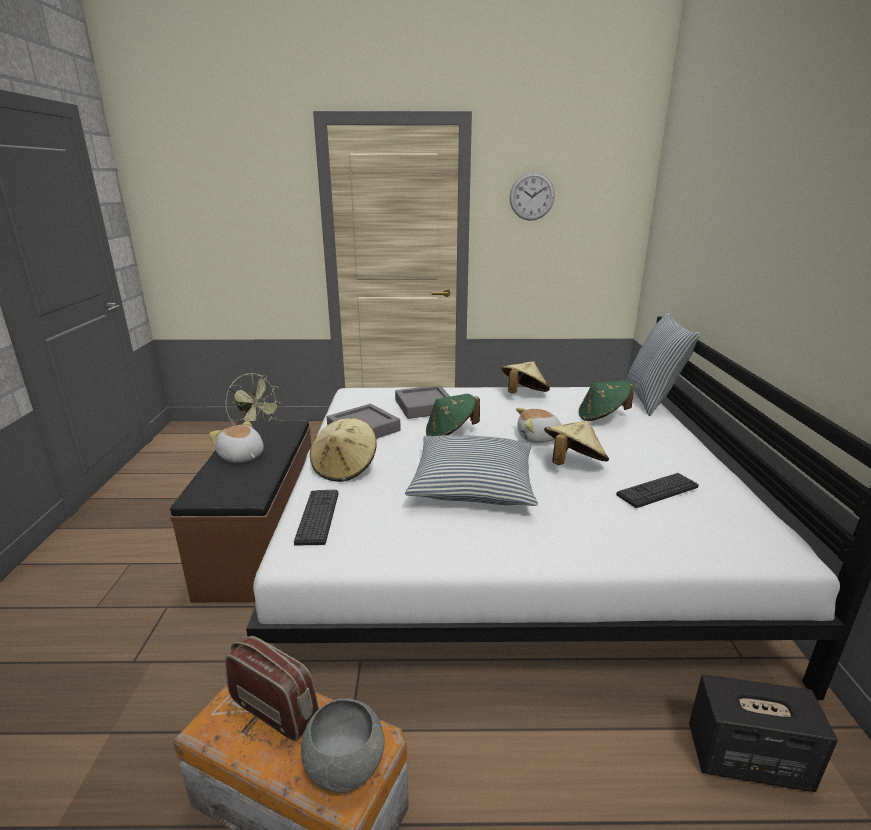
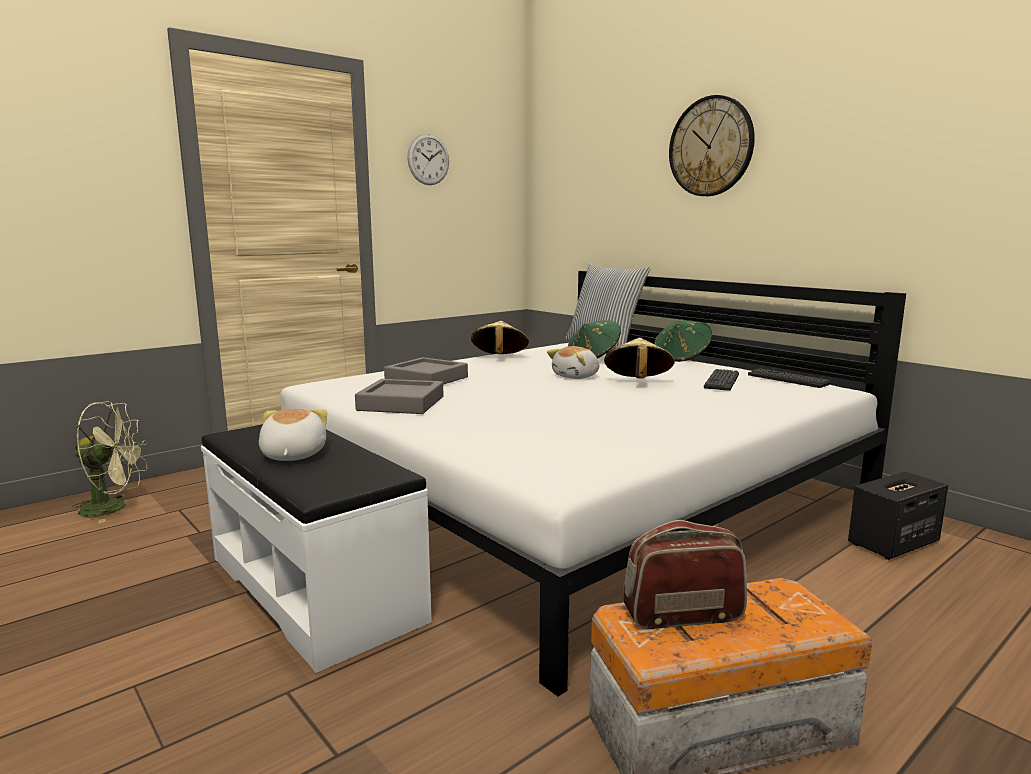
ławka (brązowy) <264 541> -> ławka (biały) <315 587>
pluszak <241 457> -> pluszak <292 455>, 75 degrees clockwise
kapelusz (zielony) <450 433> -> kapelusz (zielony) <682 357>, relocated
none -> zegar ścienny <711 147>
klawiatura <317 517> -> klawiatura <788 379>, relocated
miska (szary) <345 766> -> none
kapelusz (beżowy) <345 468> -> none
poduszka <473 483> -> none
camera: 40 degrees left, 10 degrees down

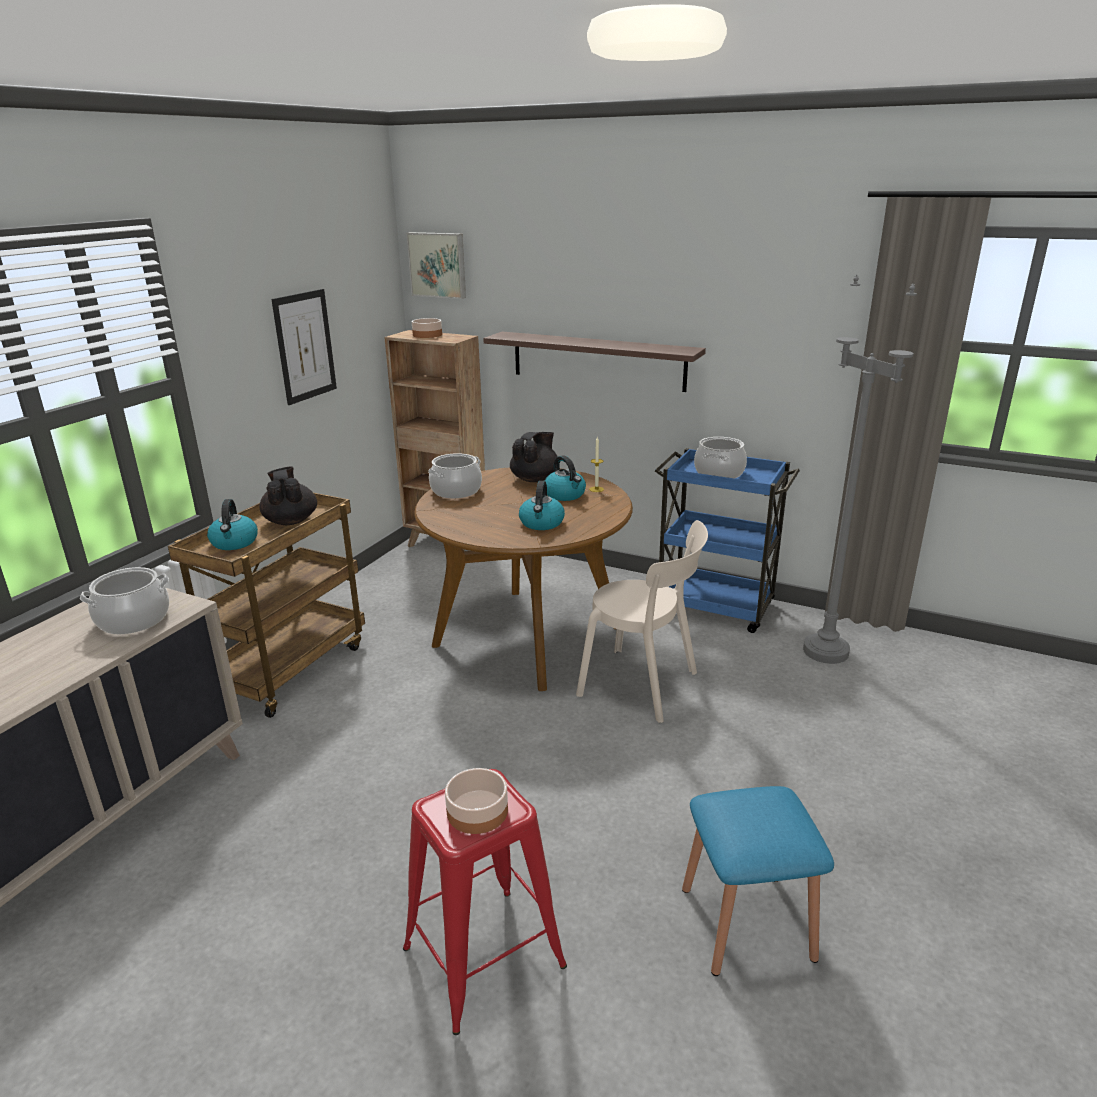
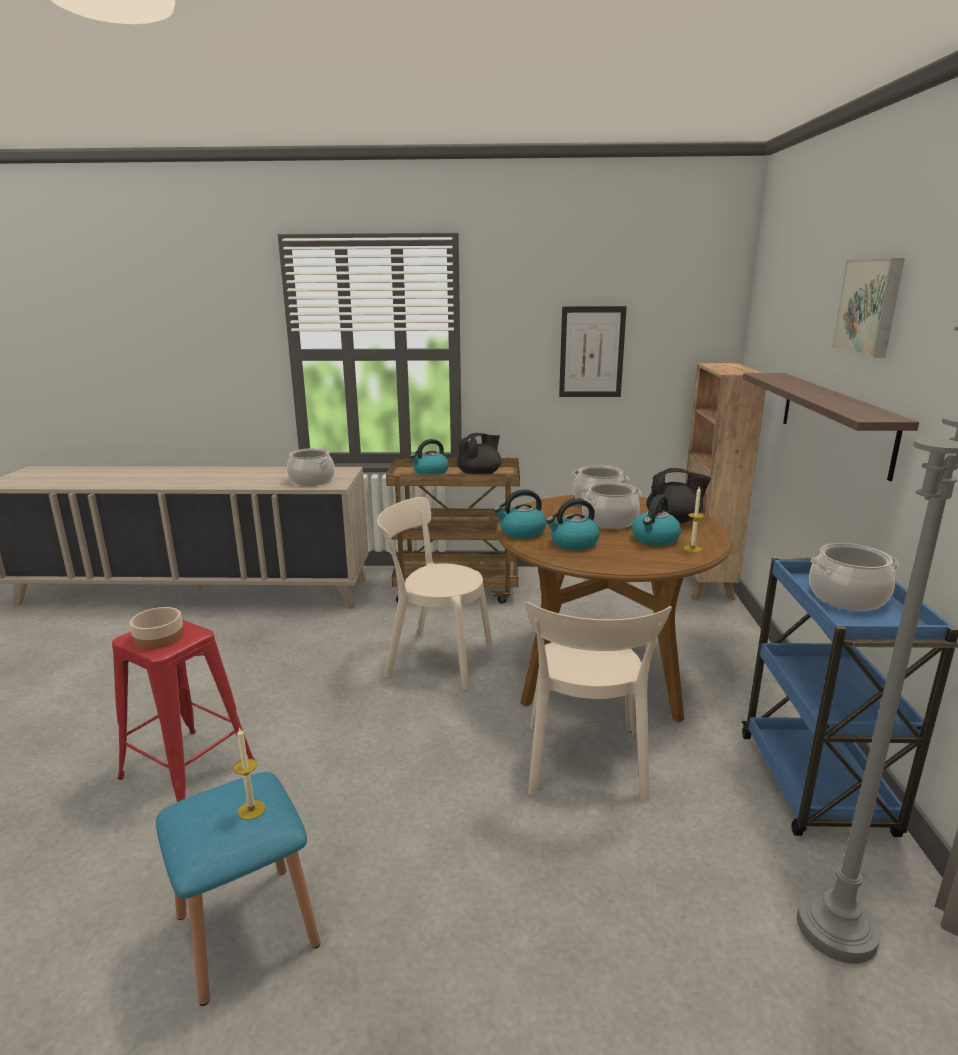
none -> świeca <251 810>
none -> krzesło (beżowy) <434 659>
none -> czajnik <521 532>
none -> garnek <609 521>
obraz <438 265> -> obraz <870 306>, relocated
miska <427 335> -> none
camera: 65 degrees right, 5 degrees down

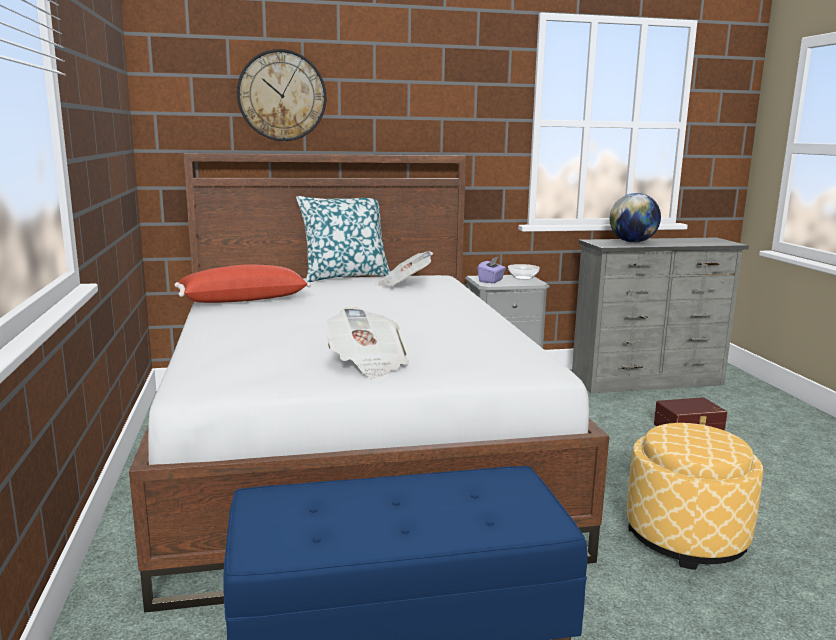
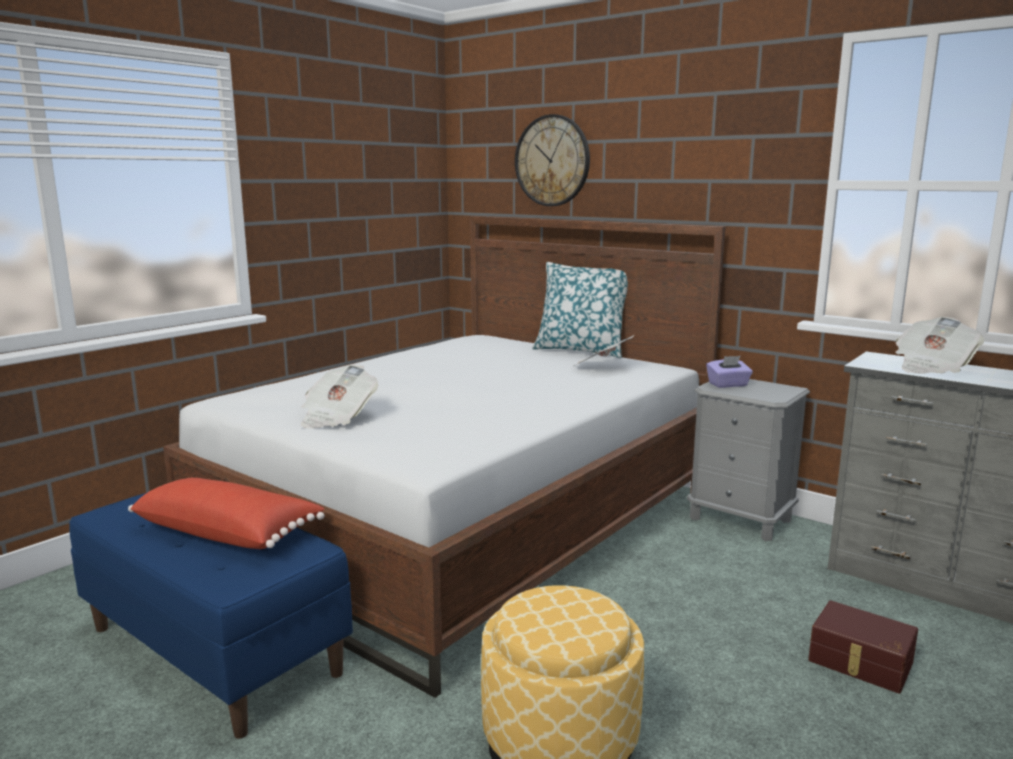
poduszka (czerwony) <243 299> -> poduszka (czerwony) <229 532>, relocated
globus <632 242> -> gazeta <932 367>
miska <522 278> -> none
camera: 50 degrees right, 0 degrees up

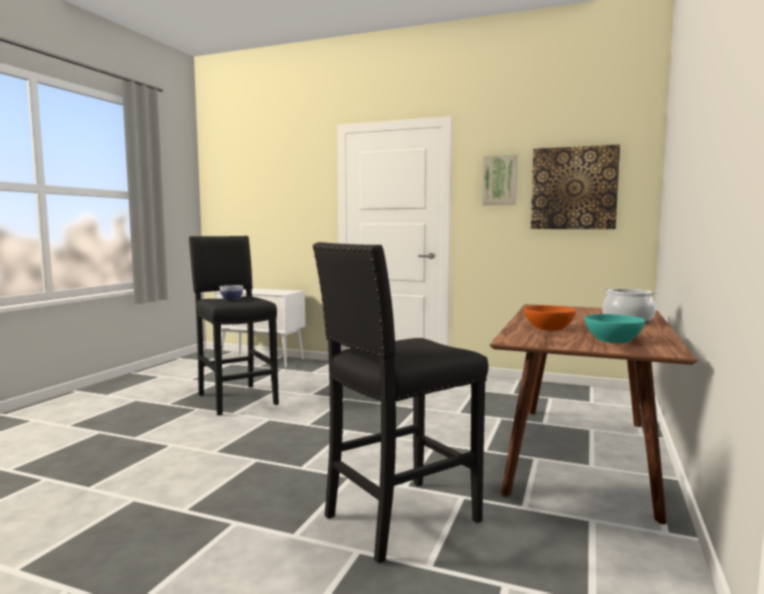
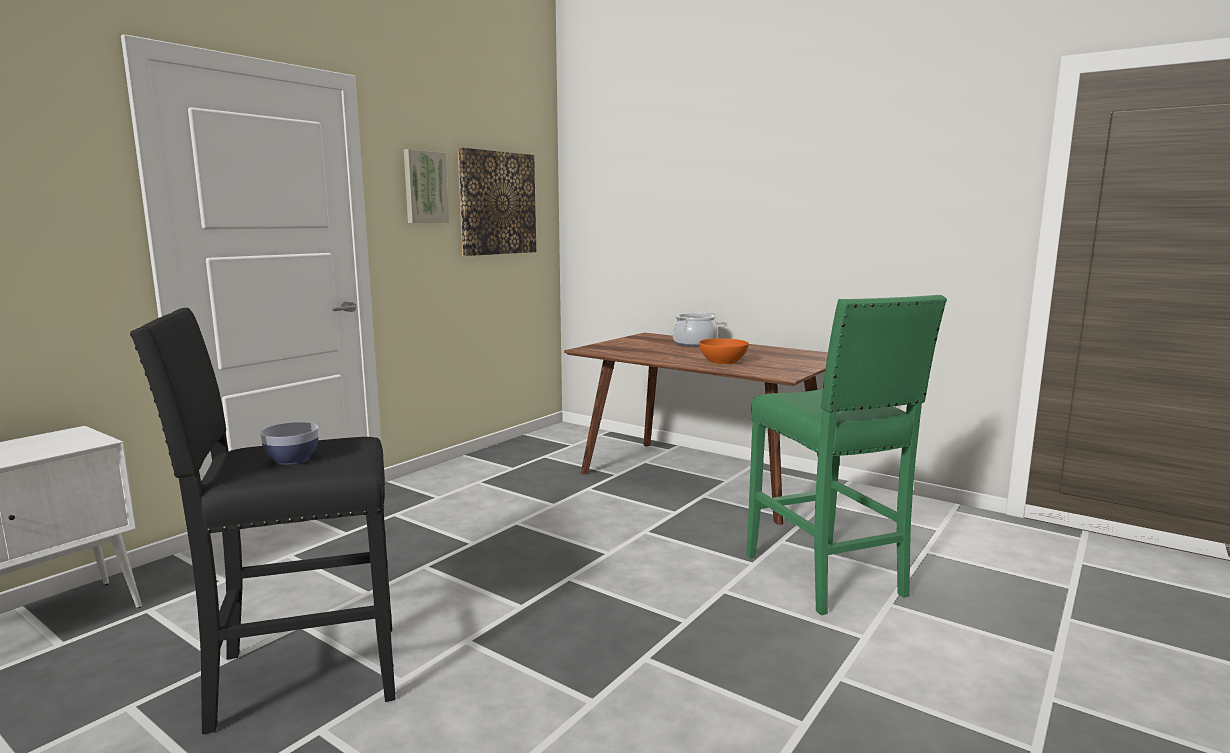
stołek (czarny) <398 519> -> stołek (zielony) <826 576>
miska (turkusowy) <613 340> -> none
camera: 75 degrees left, 5 degrees up

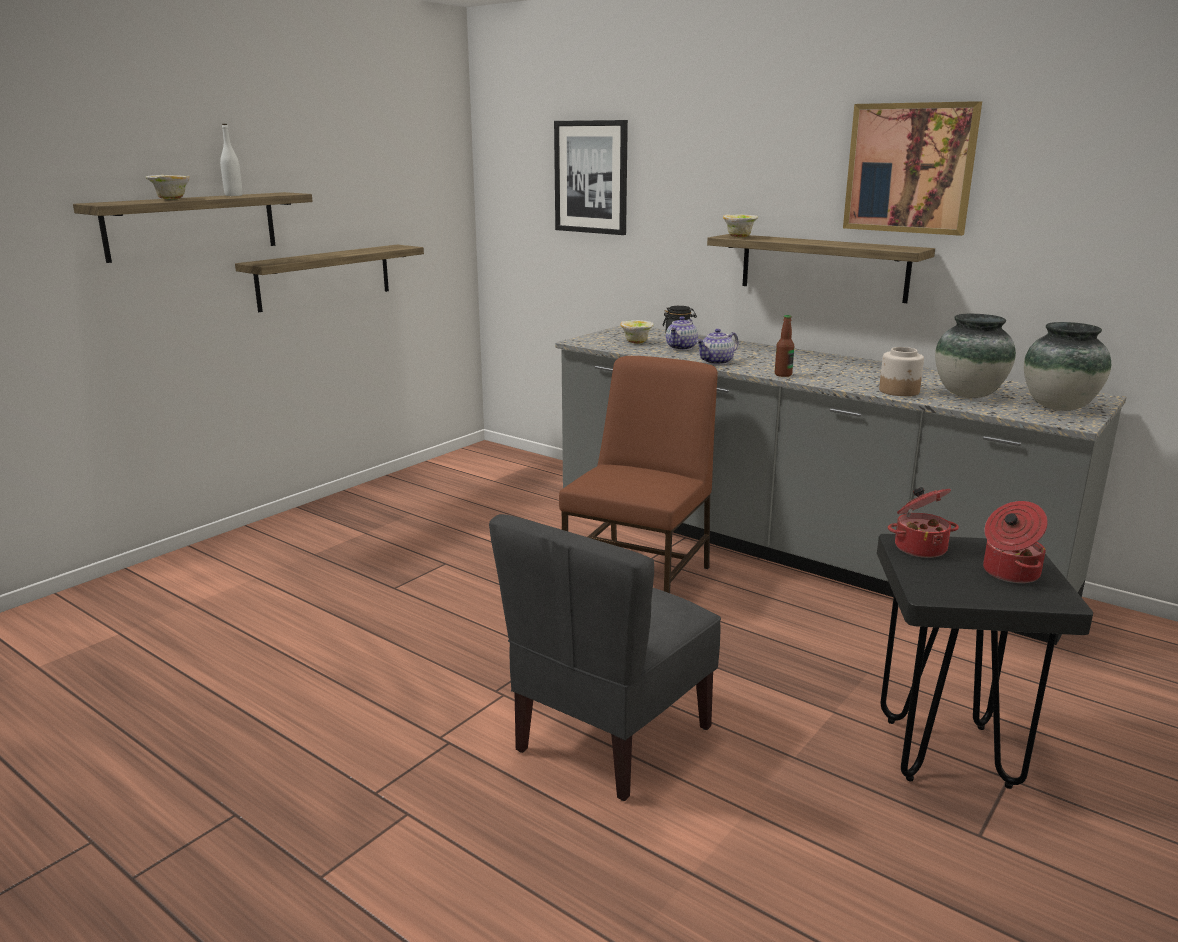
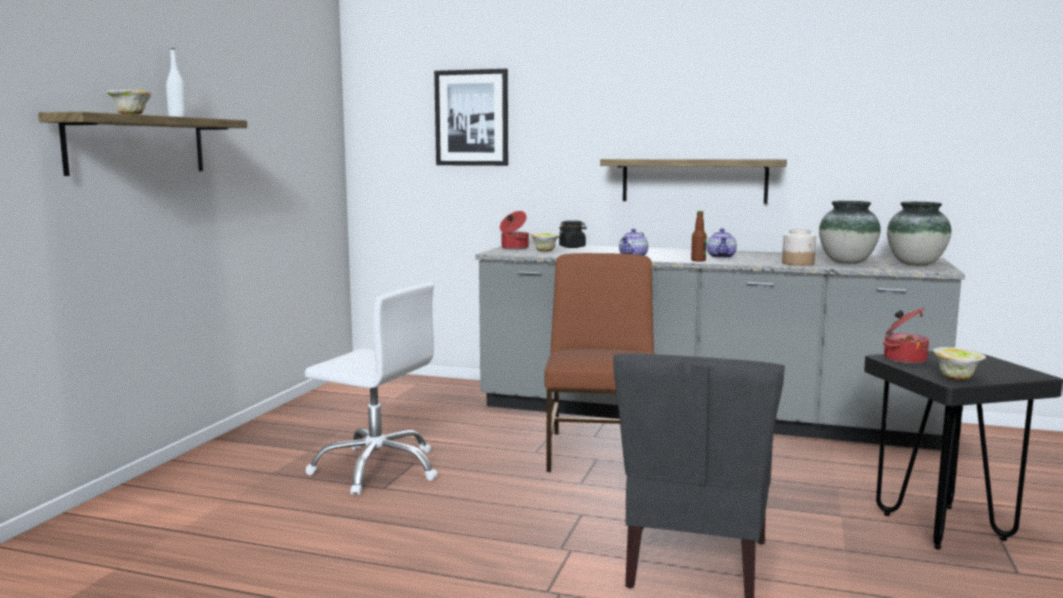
none -> krzesło biurowe (biały) <377 468>
garnek <1009 573> -> garnek <514 248>, relocated
imbryk <682 348> -> imbryk <722 257>, relocated
miska <739 237> -> miska <956 378>, relocated
półka <324 277> -> none
obraz <910 168> -> none
camera: 20 degrees left, 10 degrees down

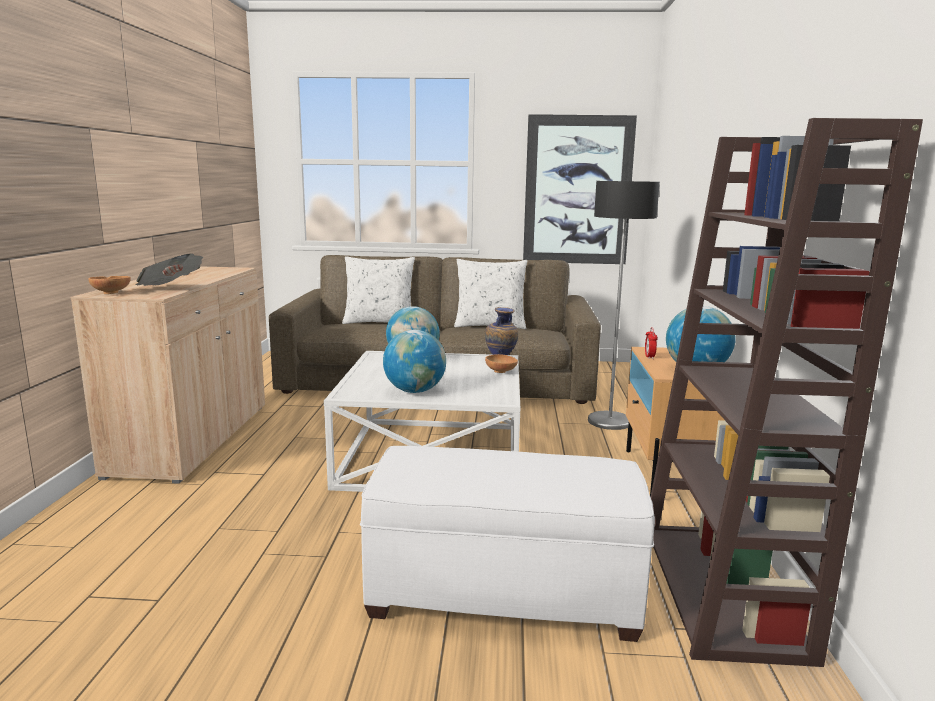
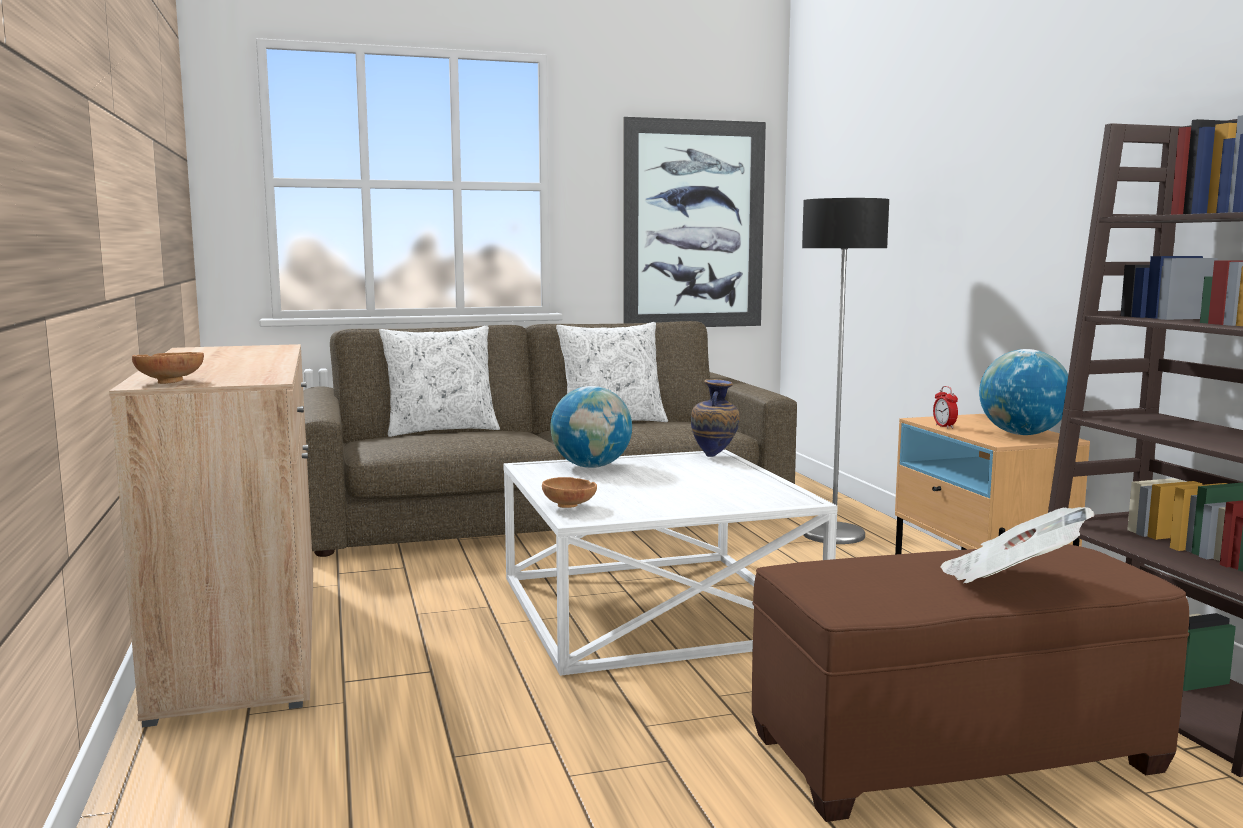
miska (brązowy) <501 372> -> miska (brązowy) <570 506>, relocated
pufa (biały) <502 593> -> pufa (brązowy) <953 754>
gazeta <171 288> -> gazeta <1010 580>, relocated
globus <415 391> -> none
camera: 20 degrees left, 5 degrees down

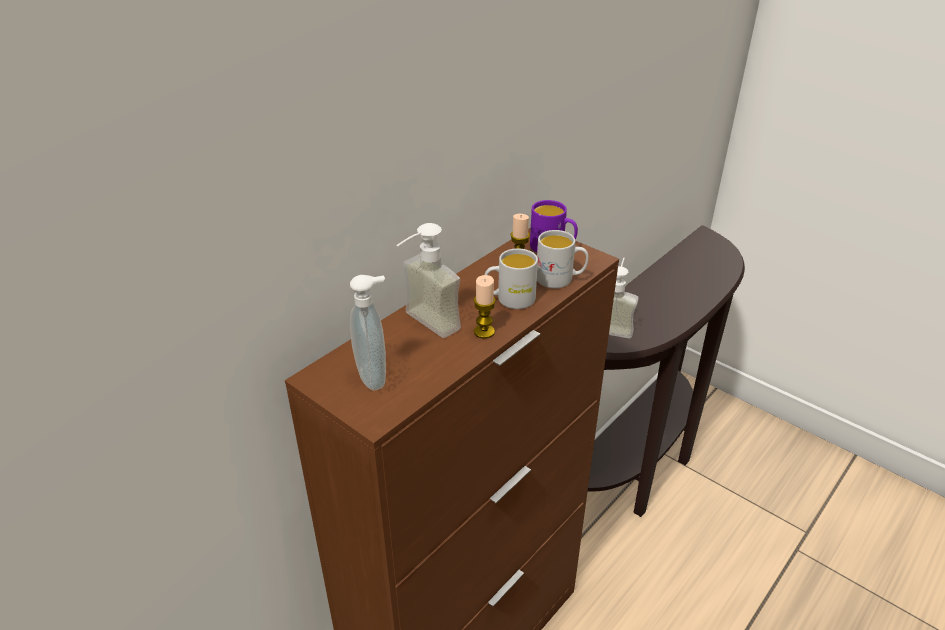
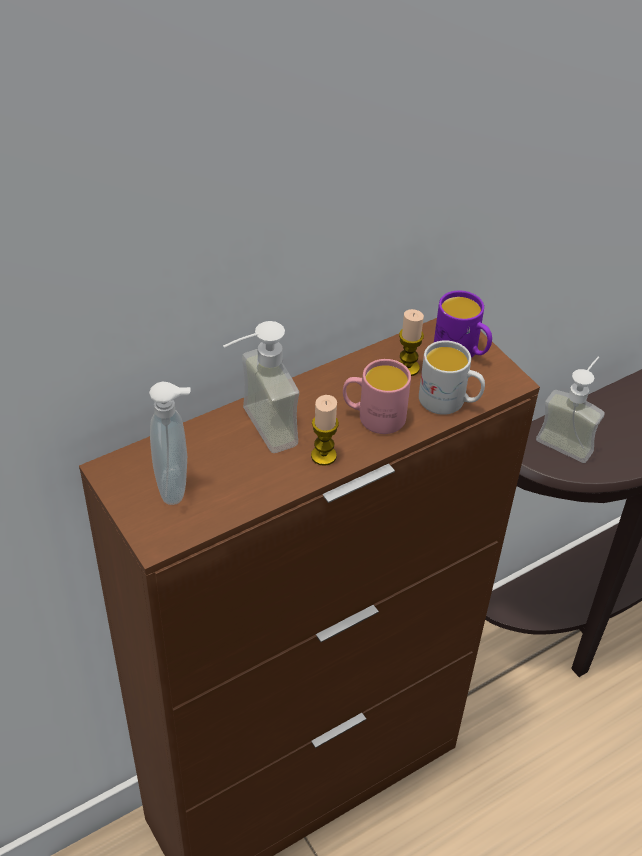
kubek (biały) <509 299> -> kubek (różowy) <373 417>
camera: 15 degrees right, 10 degrees up

